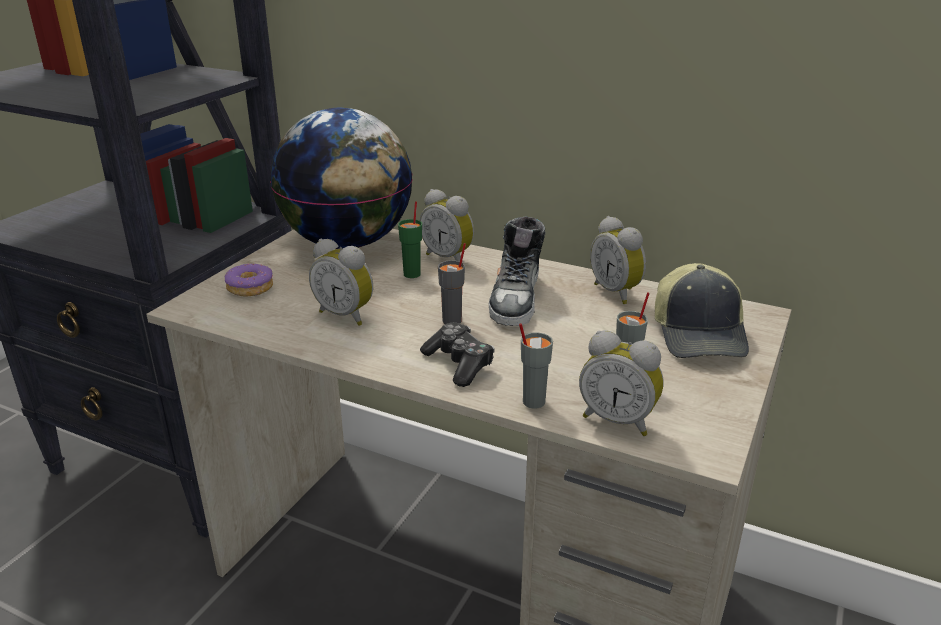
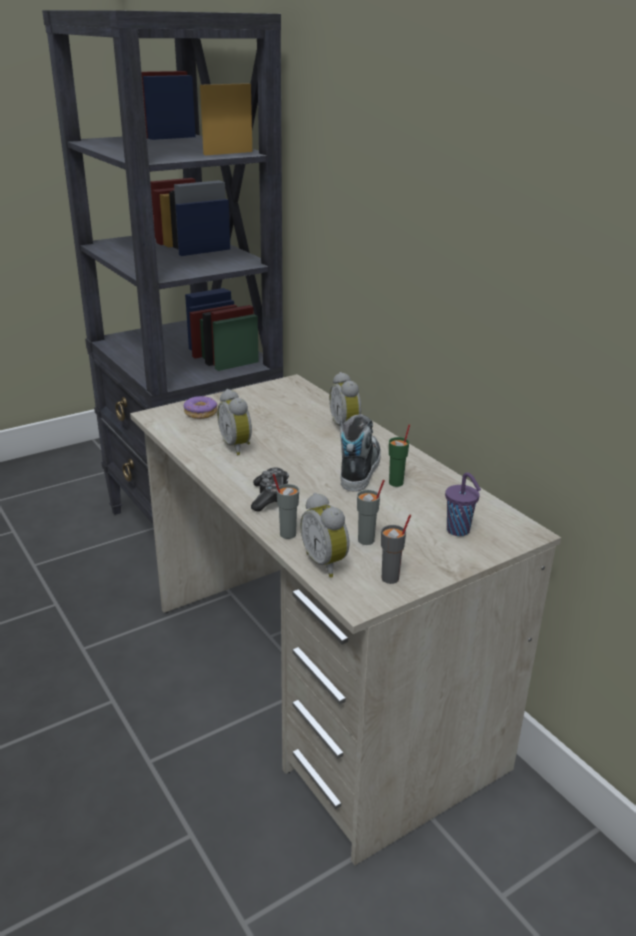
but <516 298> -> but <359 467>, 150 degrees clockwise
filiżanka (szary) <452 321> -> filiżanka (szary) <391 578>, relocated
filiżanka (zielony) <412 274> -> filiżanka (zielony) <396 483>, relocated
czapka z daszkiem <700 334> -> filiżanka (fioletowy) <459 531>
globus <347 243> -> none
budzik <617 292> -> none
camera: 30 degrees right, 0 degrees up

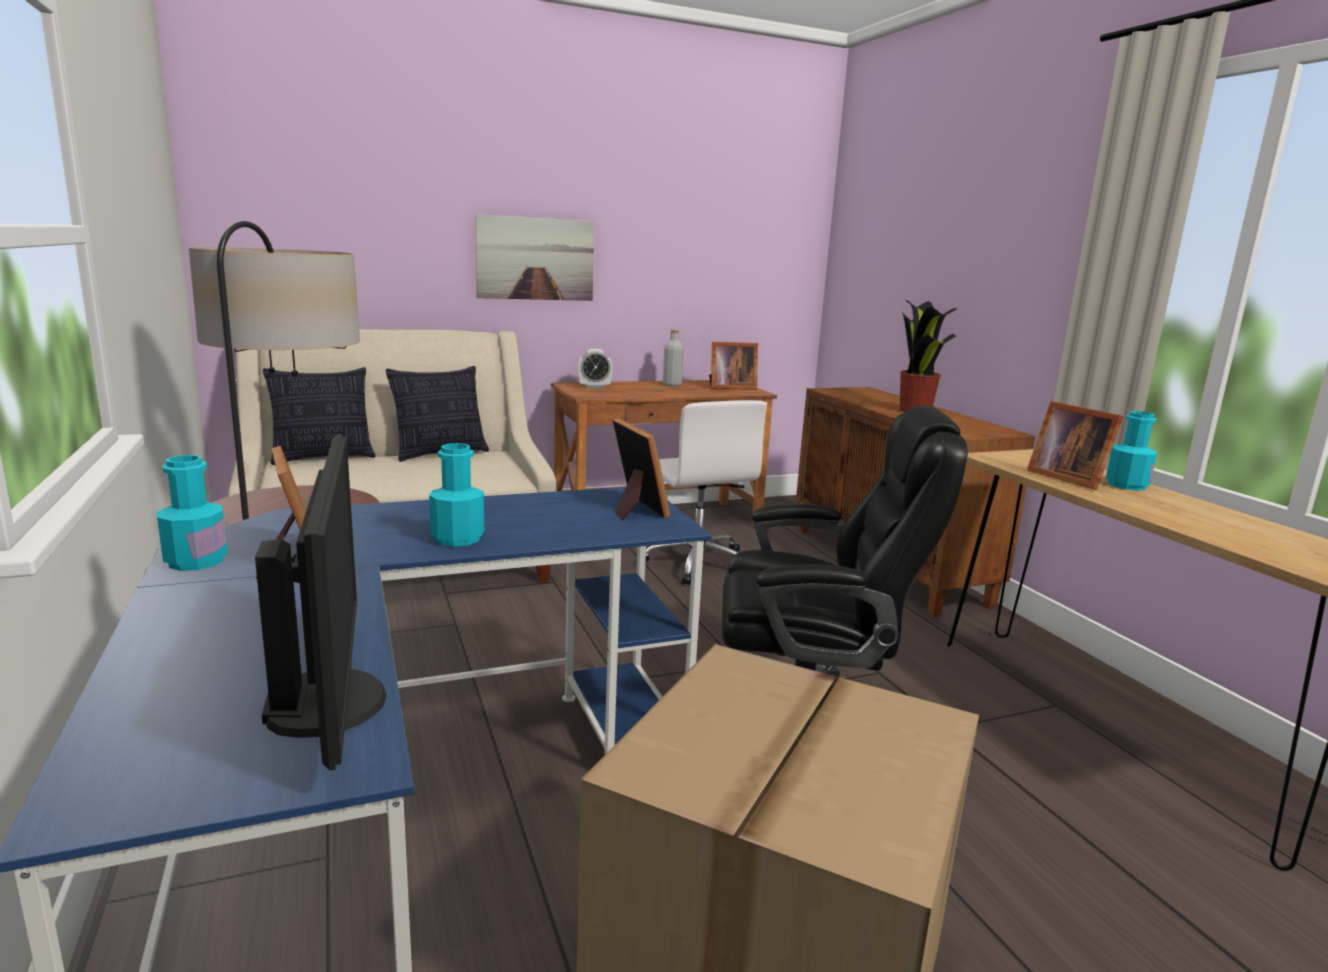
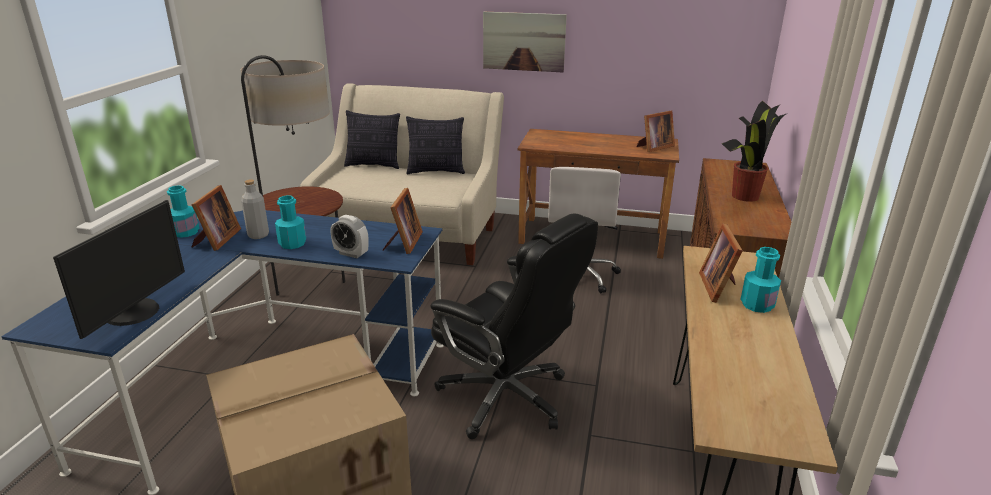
butelka (szary) <672 385> -> butelka (szary) <258 235>, relocated
budzik <594 387> -> budzik <351 254>, relocated
ramka na zdjęcie <730 387> -> ramka na zdjęcie <654 147>, 60 degrees counterclockwise
camera: 35 degrees right, 10 degrees up

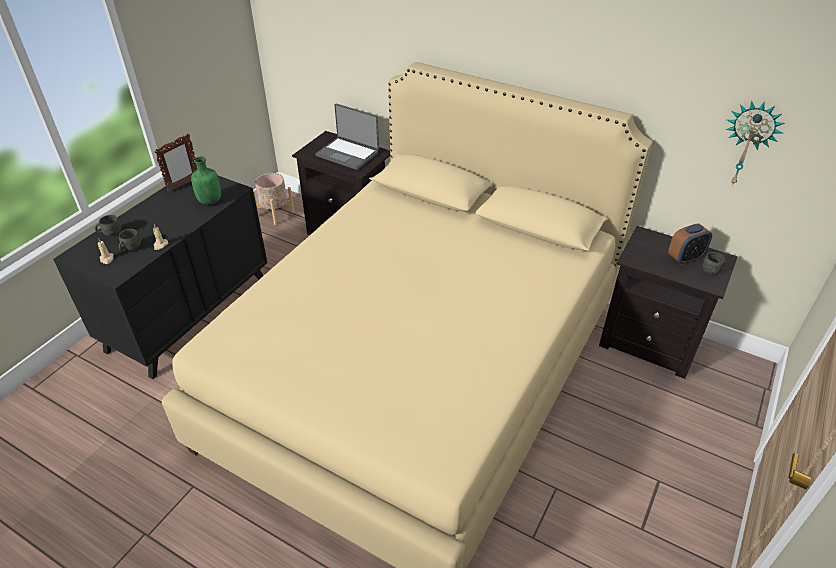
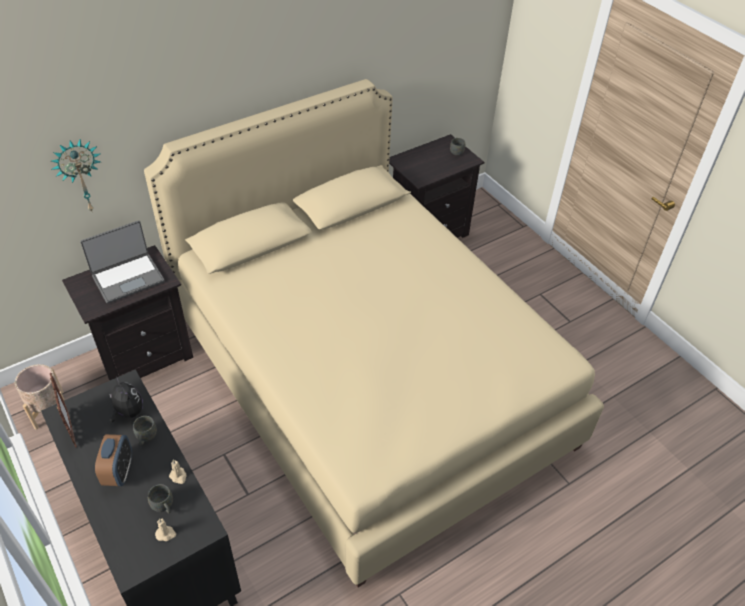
zegar ścienny <748 143> -> zegar ścienny <80 175>, relocated
budzik <685 258> -> budzik <119 472>, relocated
butelka (zielony) <210 200> -> pluszak <128 412>
kubek (szary) <110 233> -> kubek (szary) <146 437>, relocated
camera: 65 degrees left, 5 degrees up

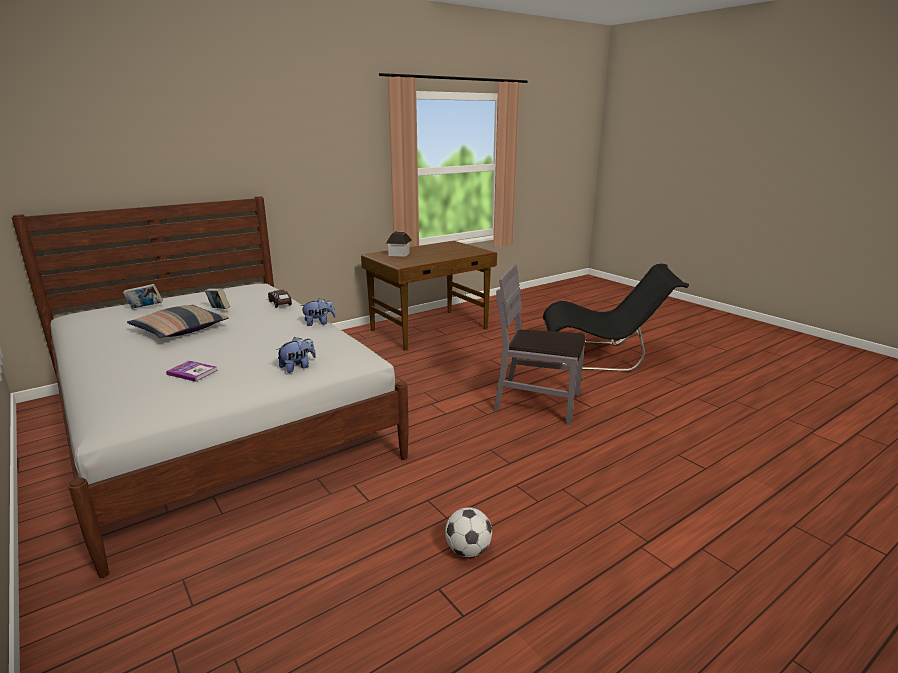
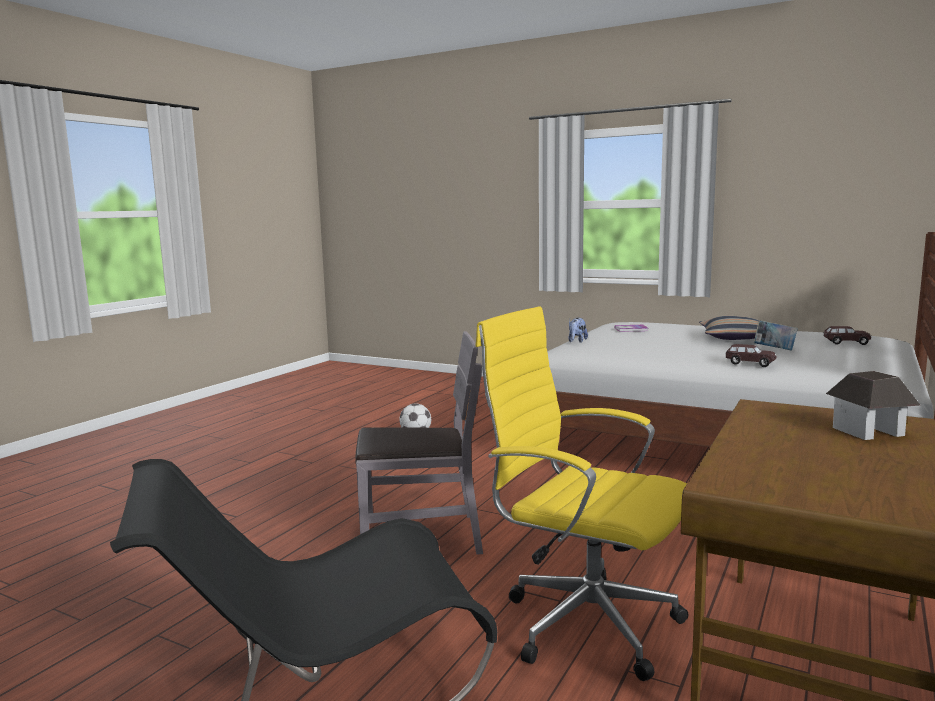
none -> krzesło biurowe (żółty) <583 622>
książka <145 308> -> samochodzik (brązowy) <846 343>
pluszak <319 323> -> none
camera: 155 degrees right, 10 degrees down

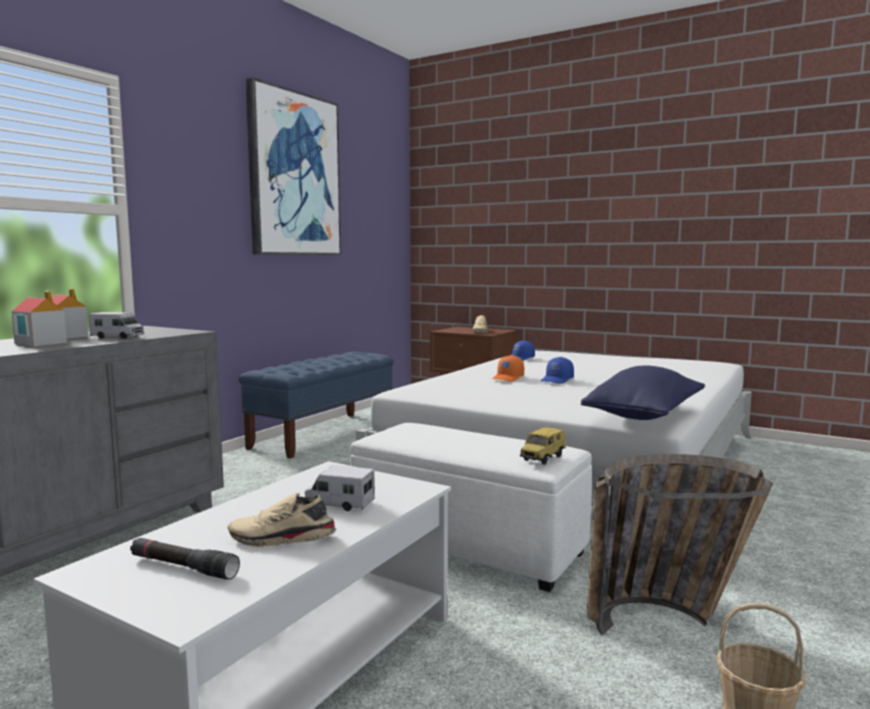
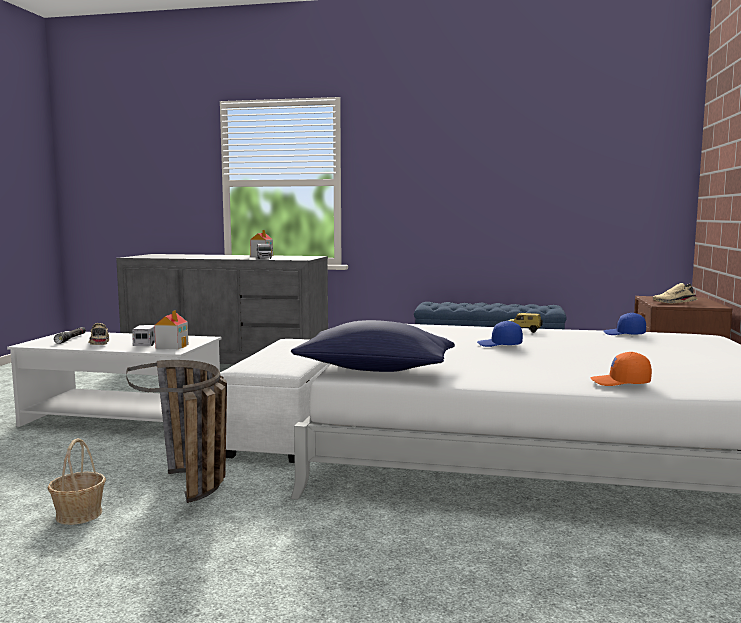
domek <40 343> -> domek <172 346>, relocated
samochodzik <543 459> -> samochodzik <523 331>, relocated
czapka z daszkiem (pomarańczowy) <508 378> -> czapka z daszkiem (pomarańczowy) <620 383>, relocated
obraz <294 175> -> none
camera: 70 degrees right, 0 degrees up

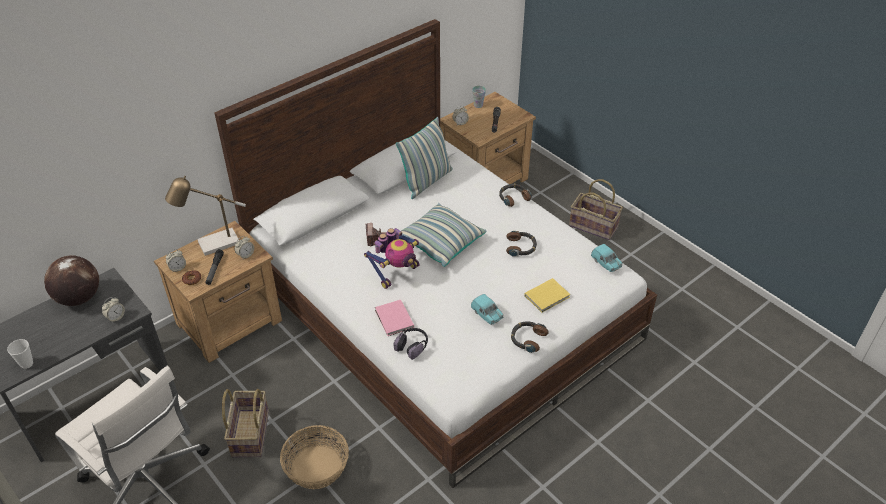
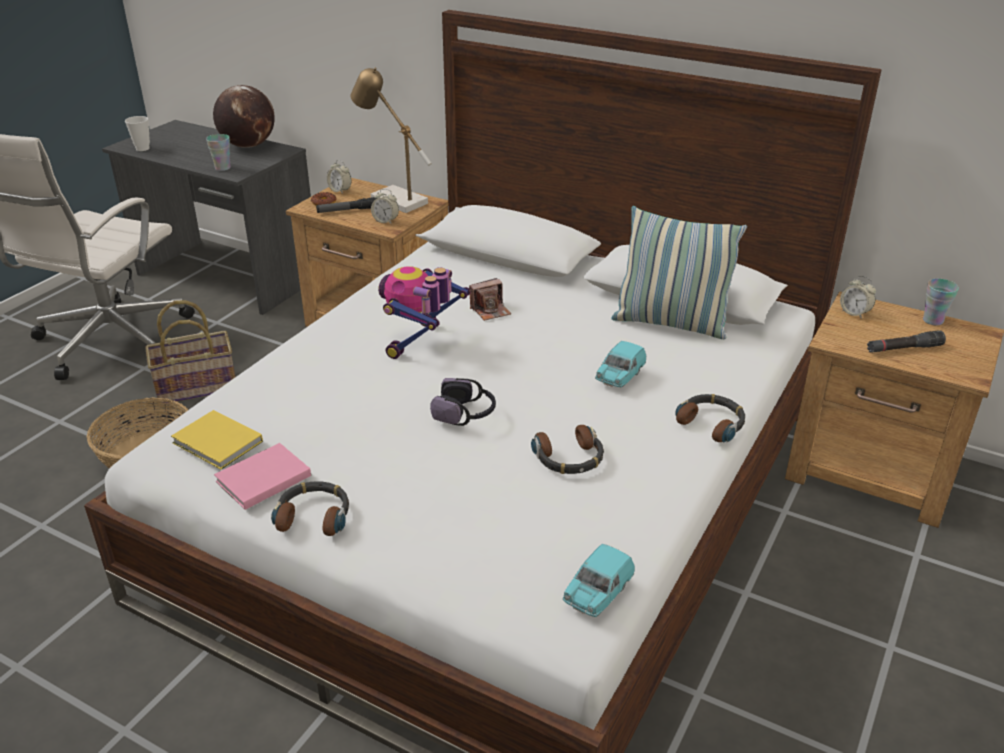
książka (żółty) <548 296> -> książka (żółty) <218 443>, relocated
budzik <116 317> -> filiżanka <222 168>
książka (różowy) <394 320> -> książka (różowy) <261 479>, relocated
robot zabawkowy <396 273> -> robot zabawkowy <421 342>, 90 degrees clockwise
słuchawki <412 346> -> słuchawki <465 414>, relocated
samochodzik (turkusowy) <487 315> -> samochodzik (turkusowy) <619 377>, relocated
poduszka <440 242> -> none
koszyk <594 226> -> none
camera: 70 degrees right, 10 degrees down

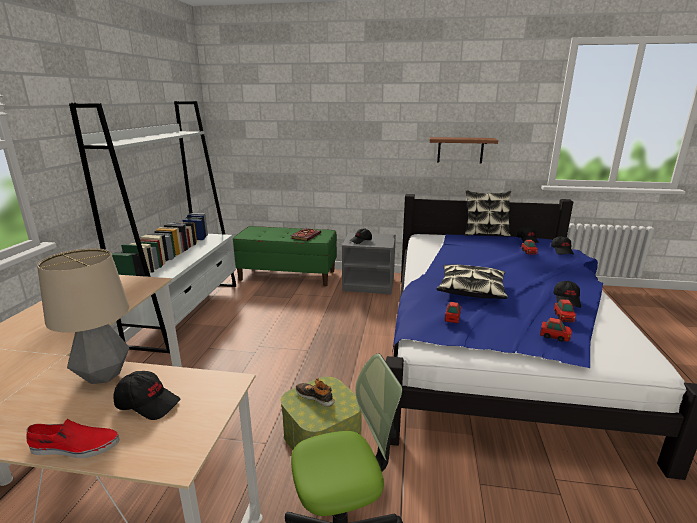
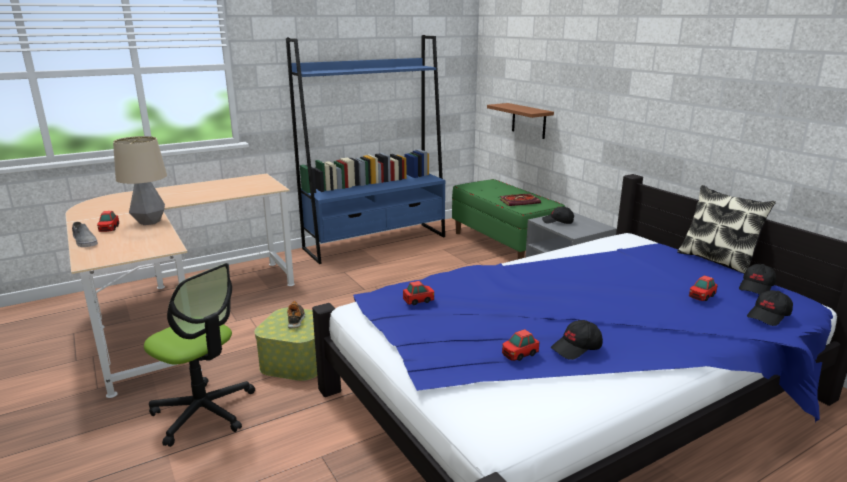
but (czerwony) <75 447> -> but (szary) <84 241>
samochodzik <554 337> -> samochodzik <109 229>, relocated
regał (biały) <187 312> -> regał (niebieski) <376 242>
półka (brązowy) <460 150> -> półka (brązowy) <529 121>, relocated
czapka z daszkiem (czarny) <148 403> -> none
poduszka <471 289> -> none
camera: 50 degrees right, 0 degrees up

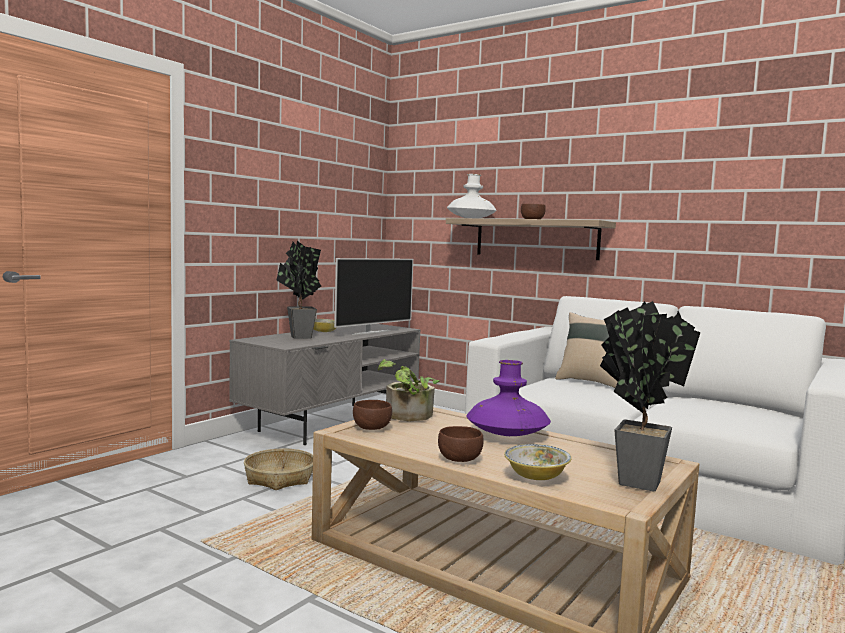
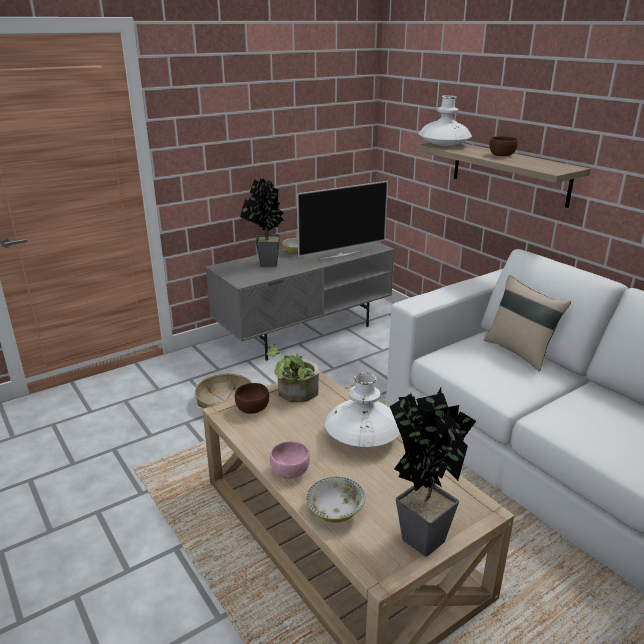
miska (brązowy) <460 458> -> miska (różowy) <290 471>
wazon (fioletowy) <507 434> -> wazon (biały) <362 435>
camera: 20 degrees right, 20 degrees up

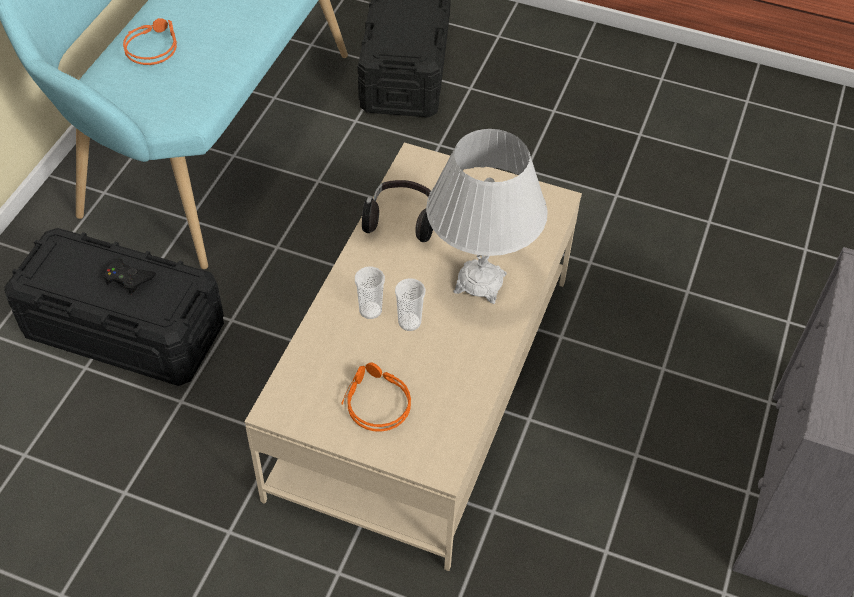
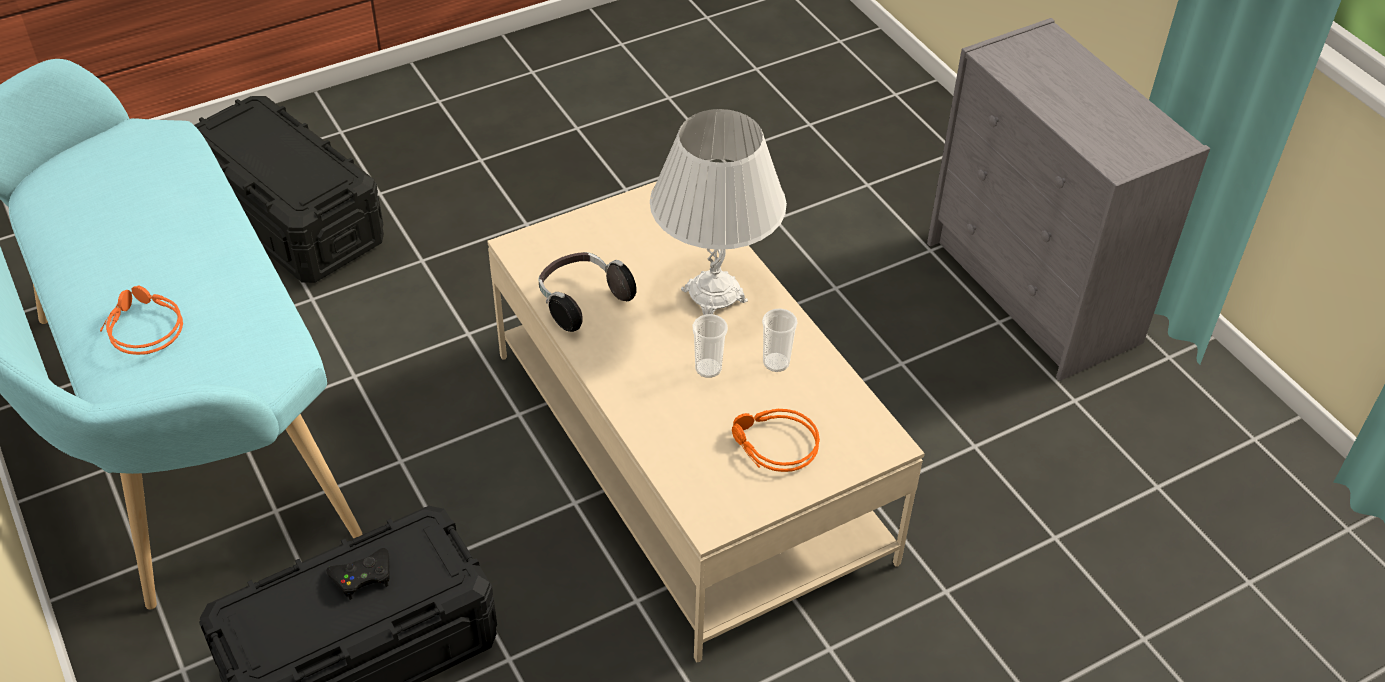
filiżanka <370 310> -> filiżanka <776 362>, relocated
camera: 50 degrees left, 5 degrees down

